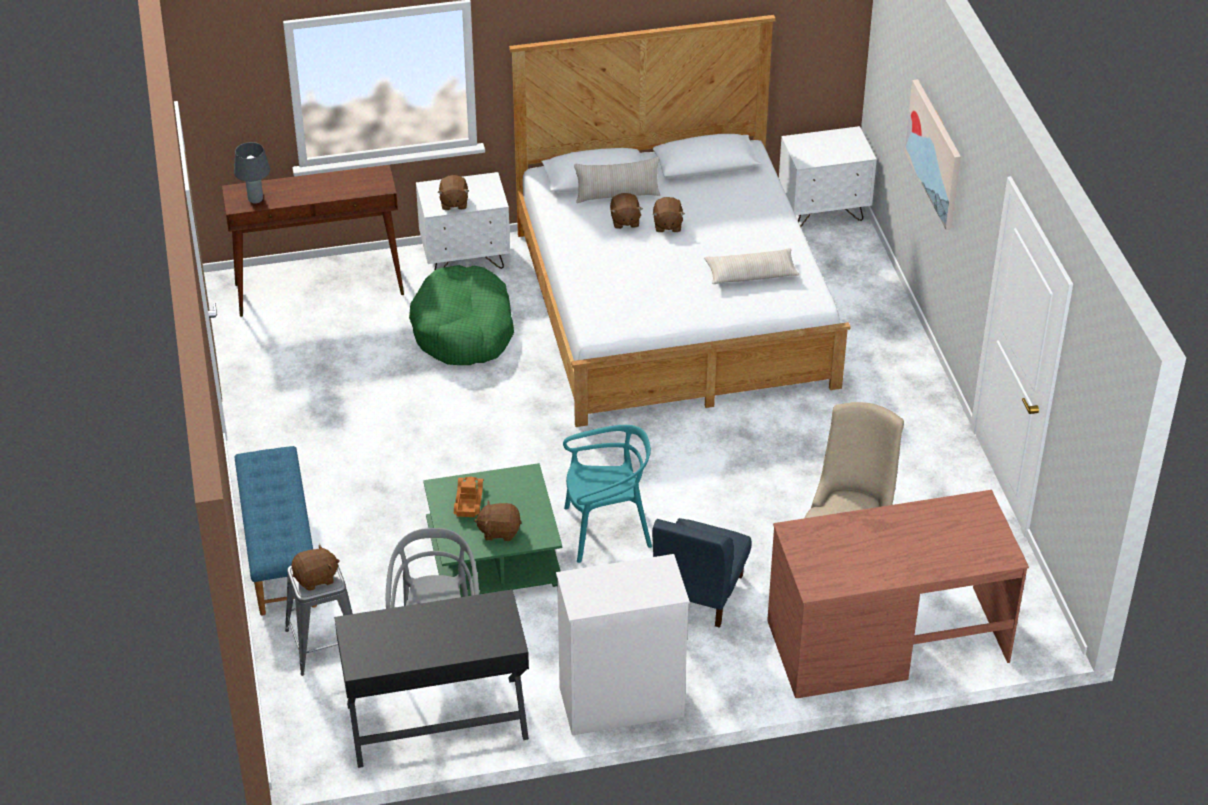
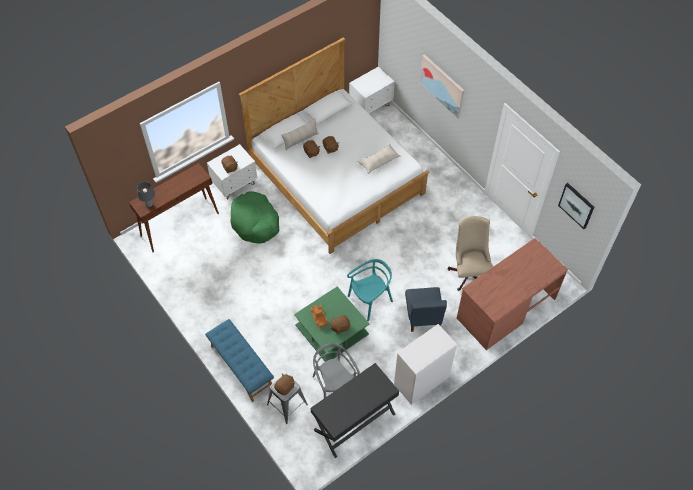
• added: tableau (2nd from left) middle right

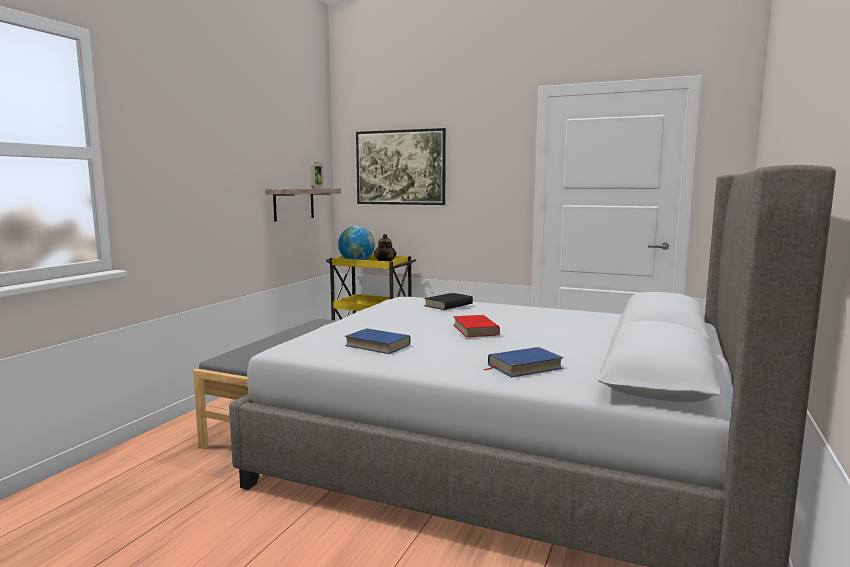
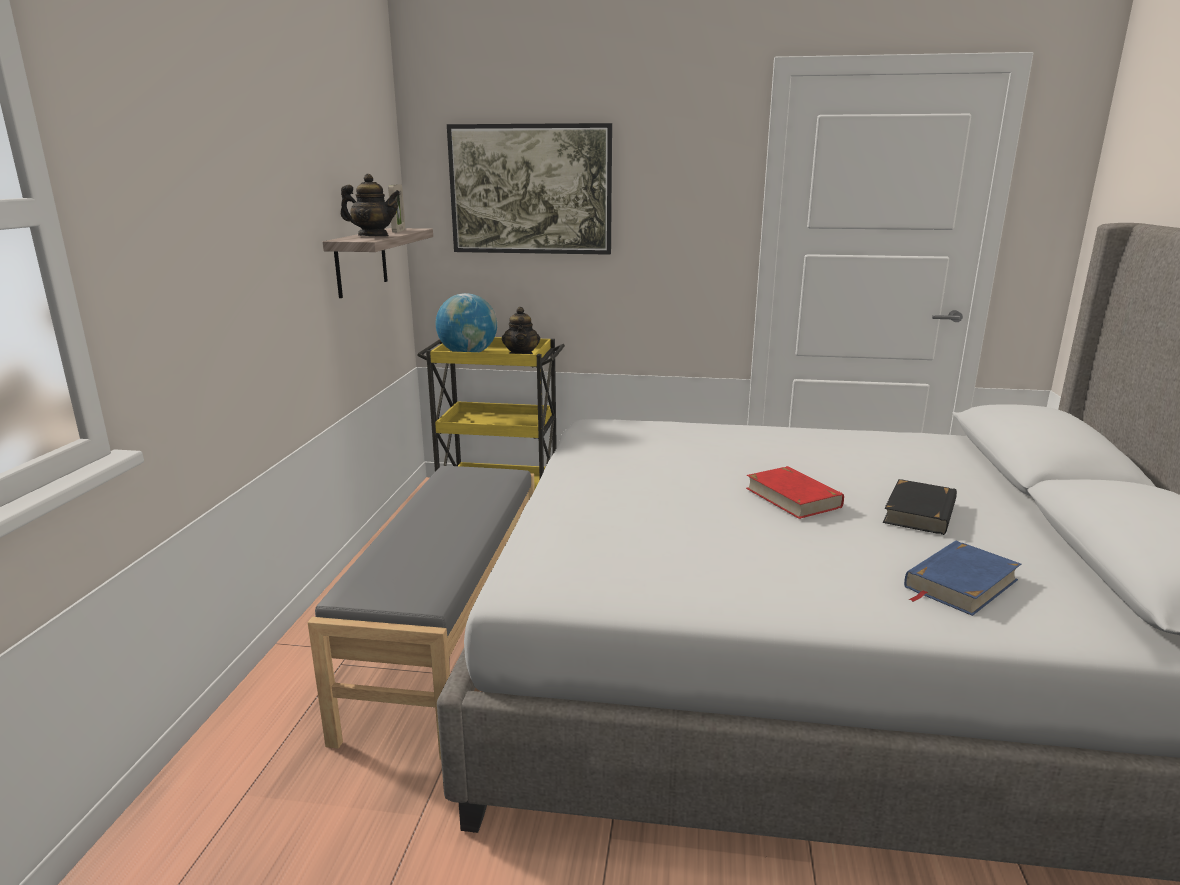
• moved: livre [noir] centre to middle right
• removed: livre [bleu] (1st from left) centre
• added: théière (1st from left) top left

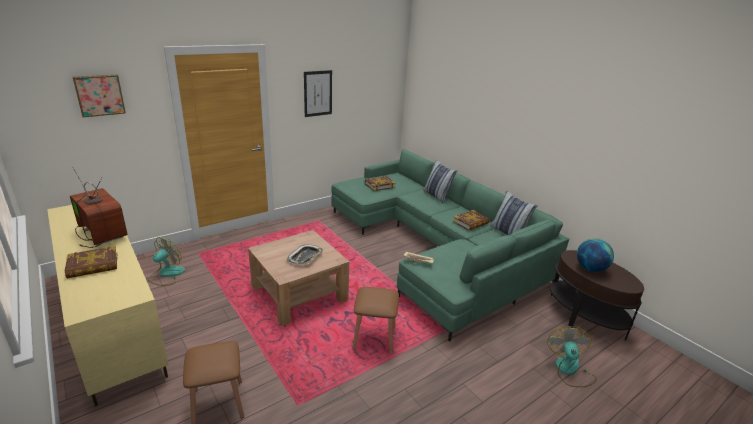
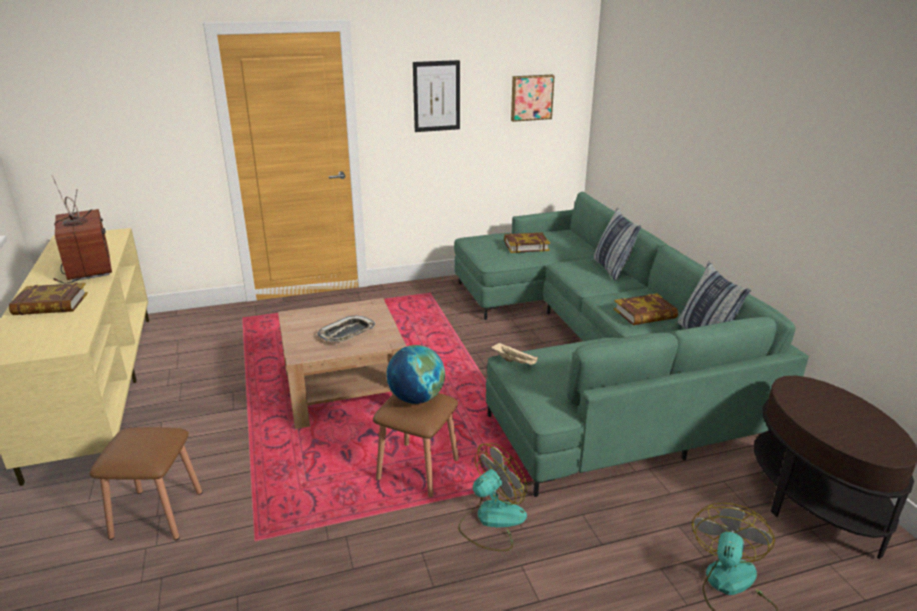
• moved: tableau (1st from left in the first image) top left to tableau (2nd from left) top centre
• moved: ventilateur (1st from left) middle left to bottom centre
• moved: globe middle right to centre

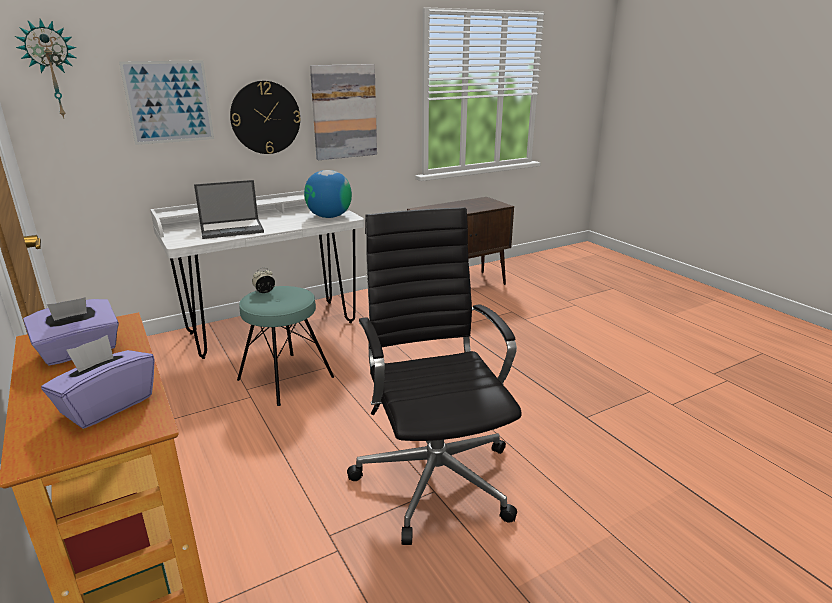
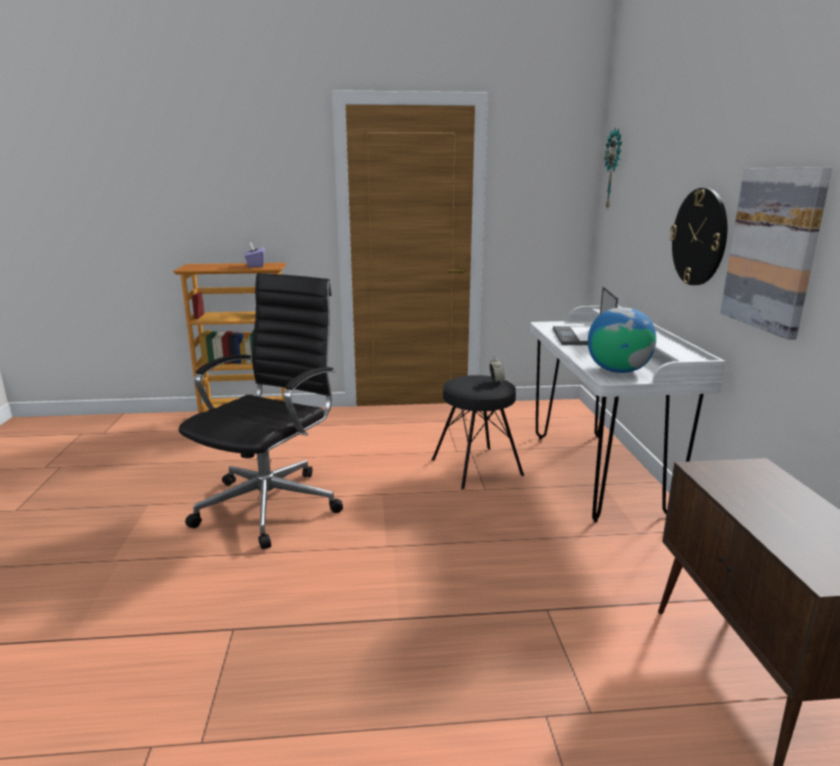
• removed: tableau (1st from left) top left
• turned: chaise de bureau [noir] centre = middle left 75 degrees counterclockwise
• recoloured: tabouret [turquoise] centre to tabouret [noir] centre
• removed: boîte à mouchoirs [violet] (2nd from left) middle left

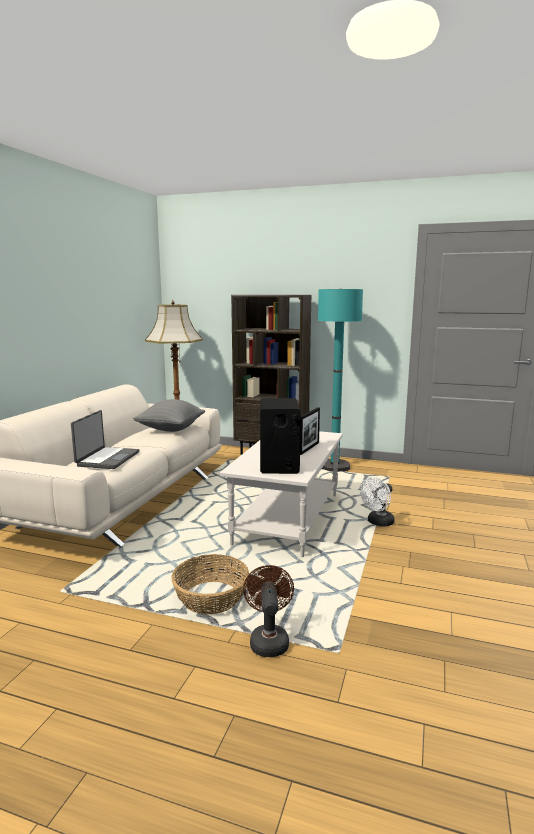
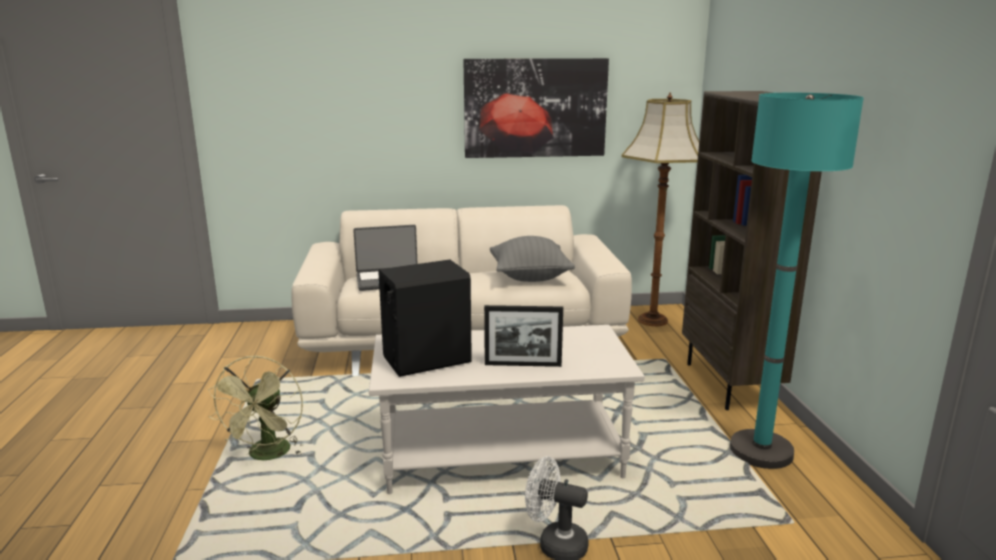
• replaced: panier bottom centre to ventilateur [vert] bottom left
• removed: ventilateur [marron] bottom centre
• added: tableau top centre

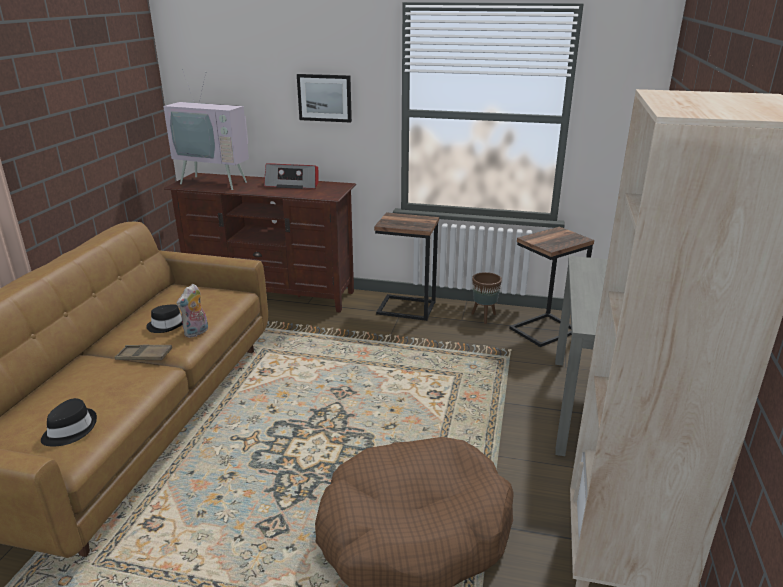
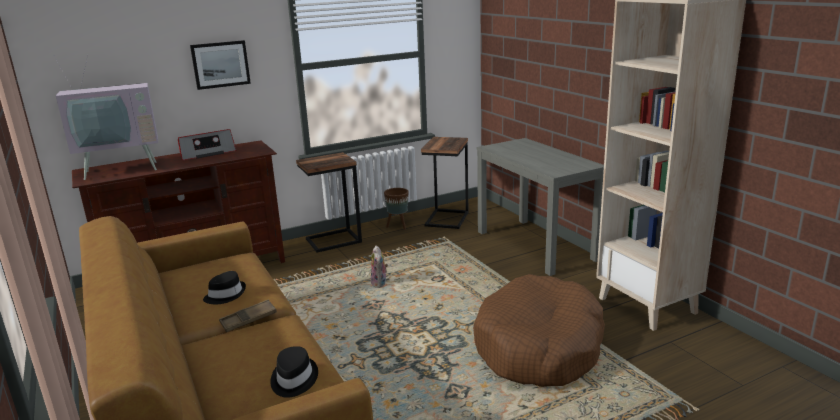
• moved: peluche middle left to centre

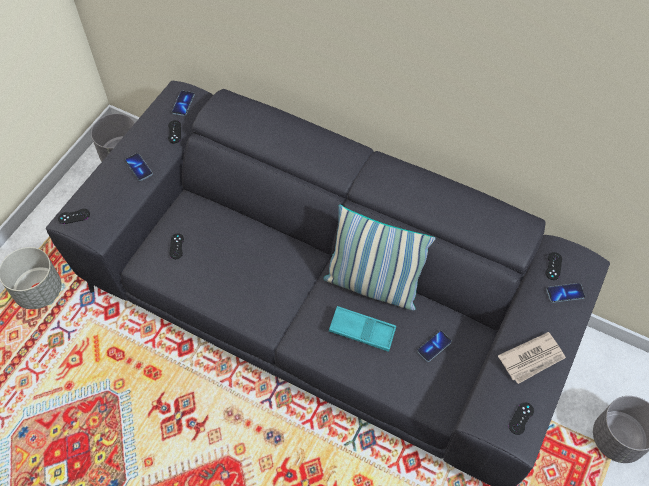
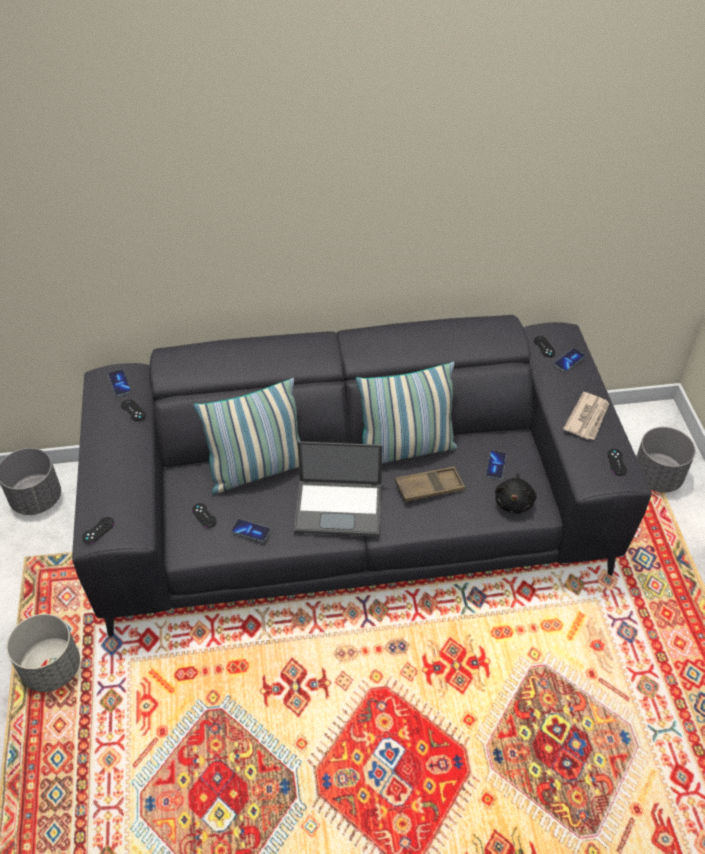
• moved: téléphone (1st from left in the first image) middle left to téléphone (2nd from left) centre
• recoloured: plateau [turquoise] bottom centre to plateau [marron] centre
• added: coussin (1st from left) centre
• added: ordinateur portable centre
• added: peluche [noir] middle right

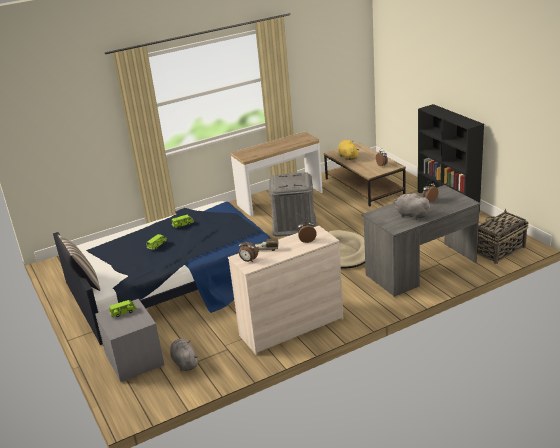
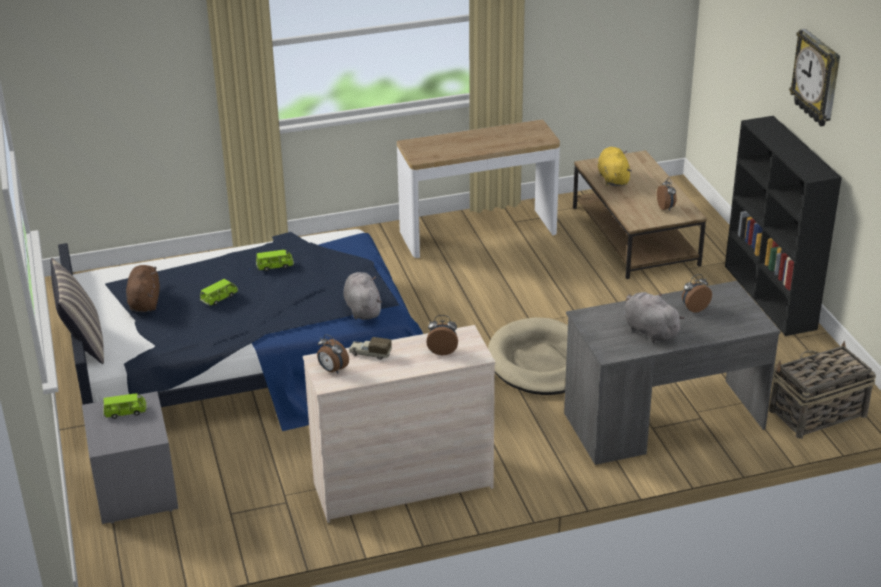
• removed: boîte de rangement [gris] centre
• moved: peluche [gris] (1st from left) bottom left to centre
• added: horloge murale top right
• added: peluche [marron] middle left

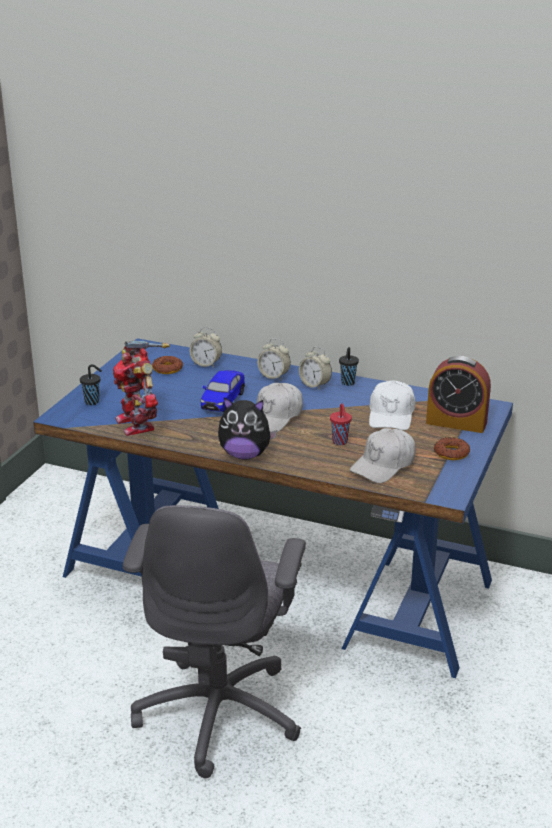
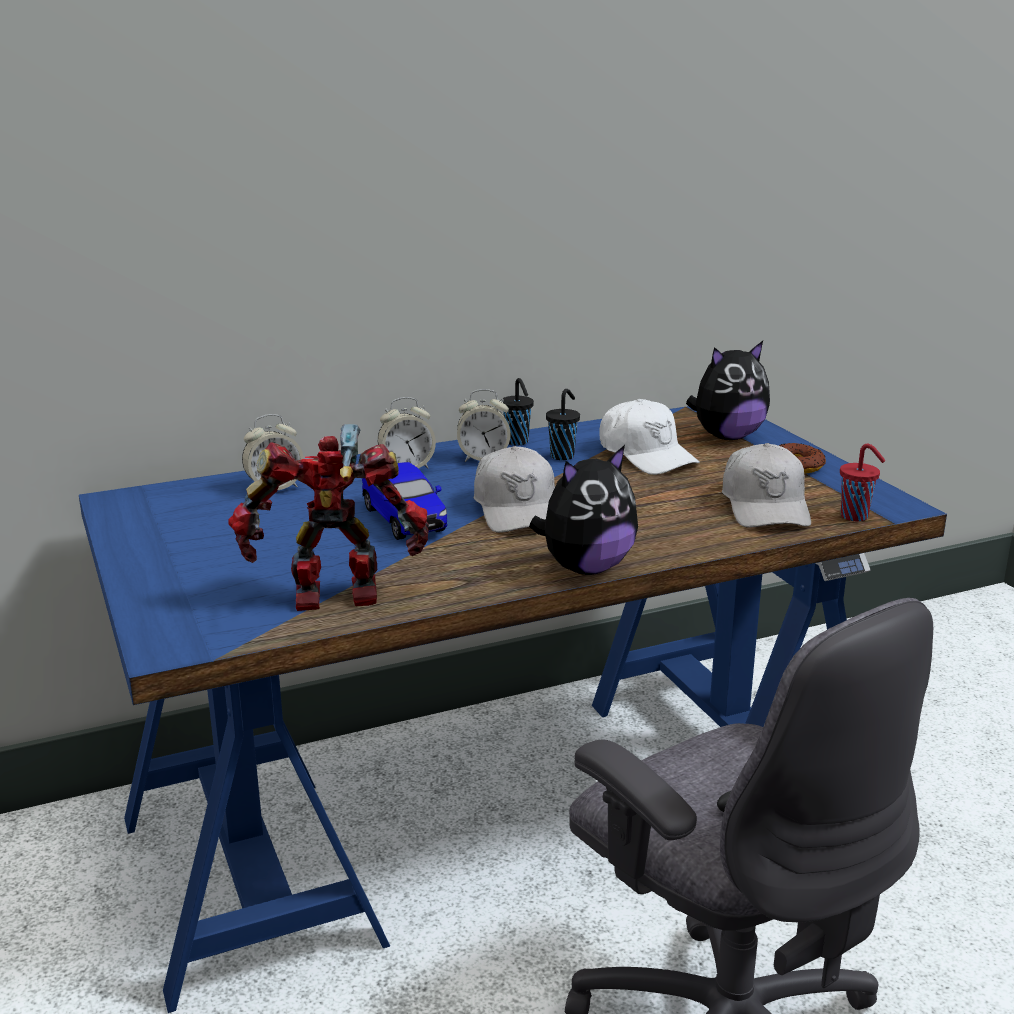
• turned: robot jouet middle left = middle left 150 degrees clockwise
• removed: beignet (1st from left) middle left
• replaced: réveil (4th from left) middle right to peluche (2nd from left) middle right
• moved: tasse [noir] (1st from left in the first image) middle left to tasse [noir] (2nd from left) centre
• moved: tasse [rouge] centre to middle right

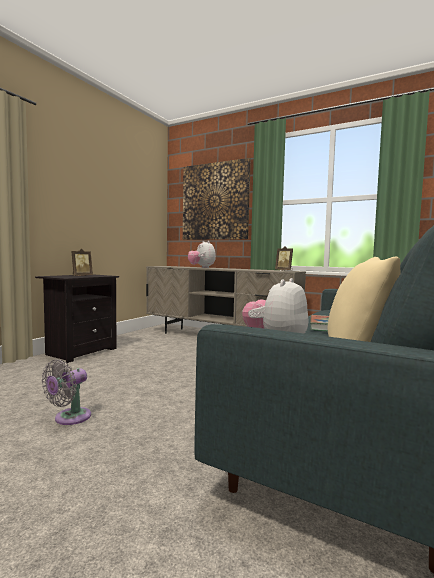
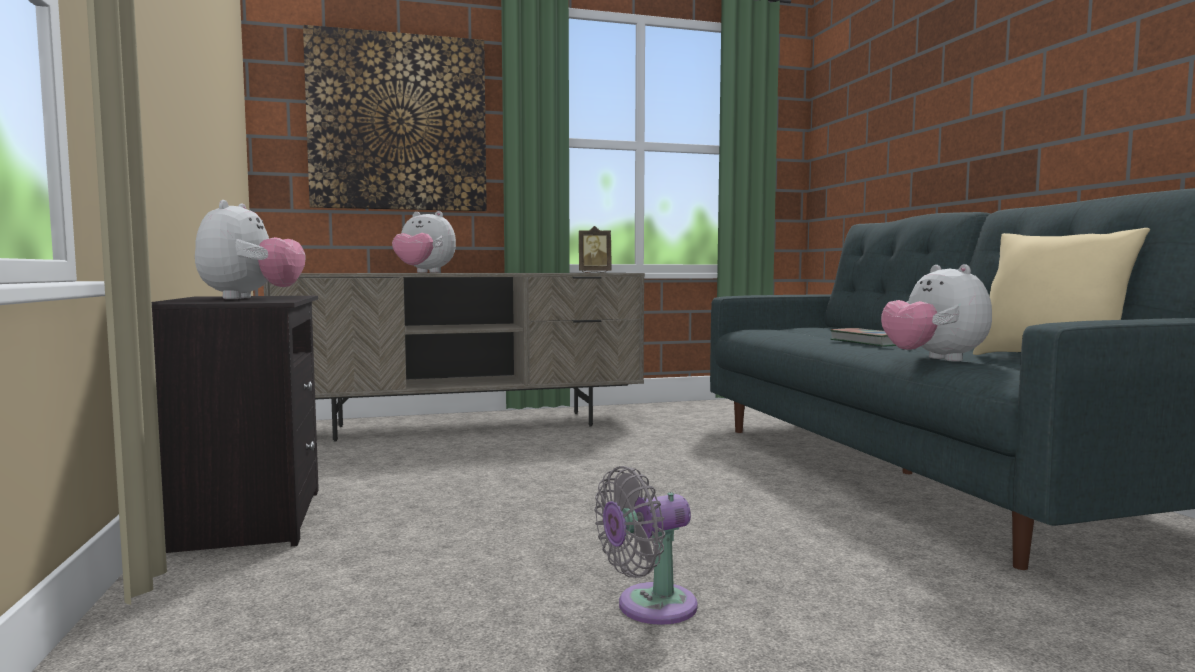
• replaced: cadre photo (1st from left) middle left to peluche (1st from left) middle left
• turned: ventilateur [gris] bottom left = bottom centre 75 degrees clockwise

